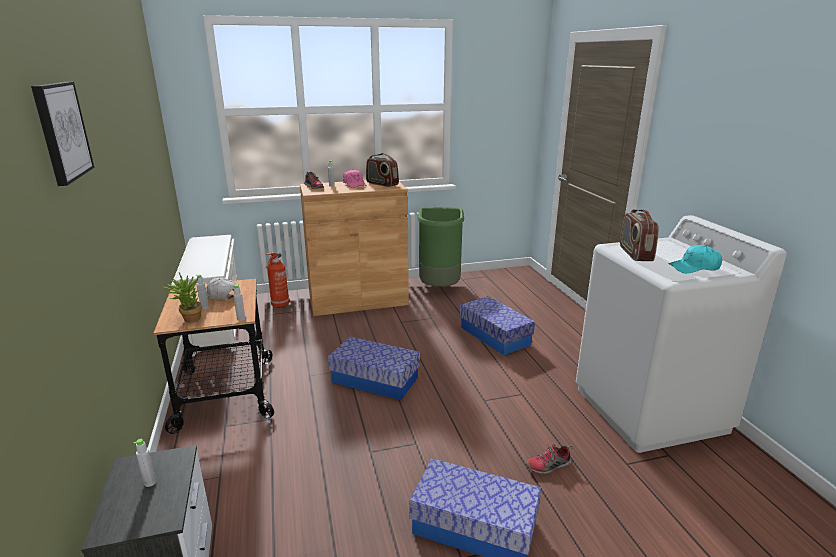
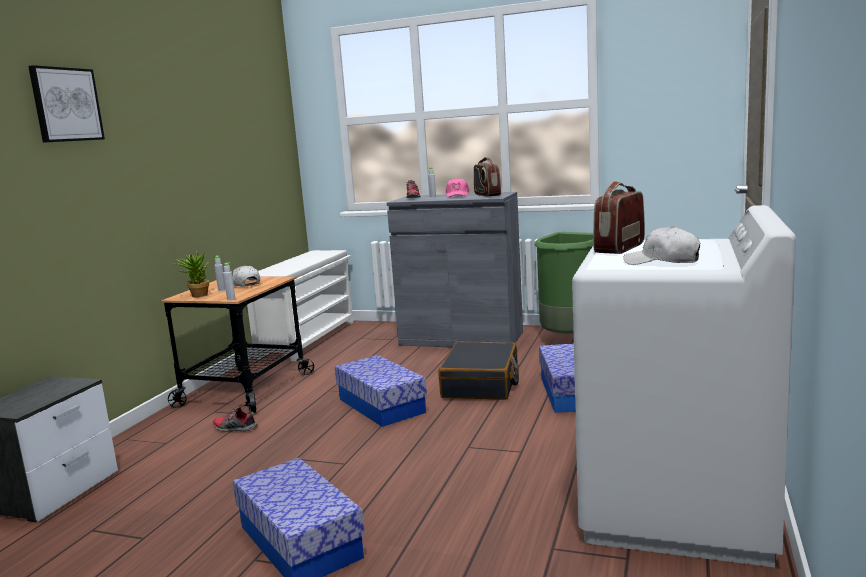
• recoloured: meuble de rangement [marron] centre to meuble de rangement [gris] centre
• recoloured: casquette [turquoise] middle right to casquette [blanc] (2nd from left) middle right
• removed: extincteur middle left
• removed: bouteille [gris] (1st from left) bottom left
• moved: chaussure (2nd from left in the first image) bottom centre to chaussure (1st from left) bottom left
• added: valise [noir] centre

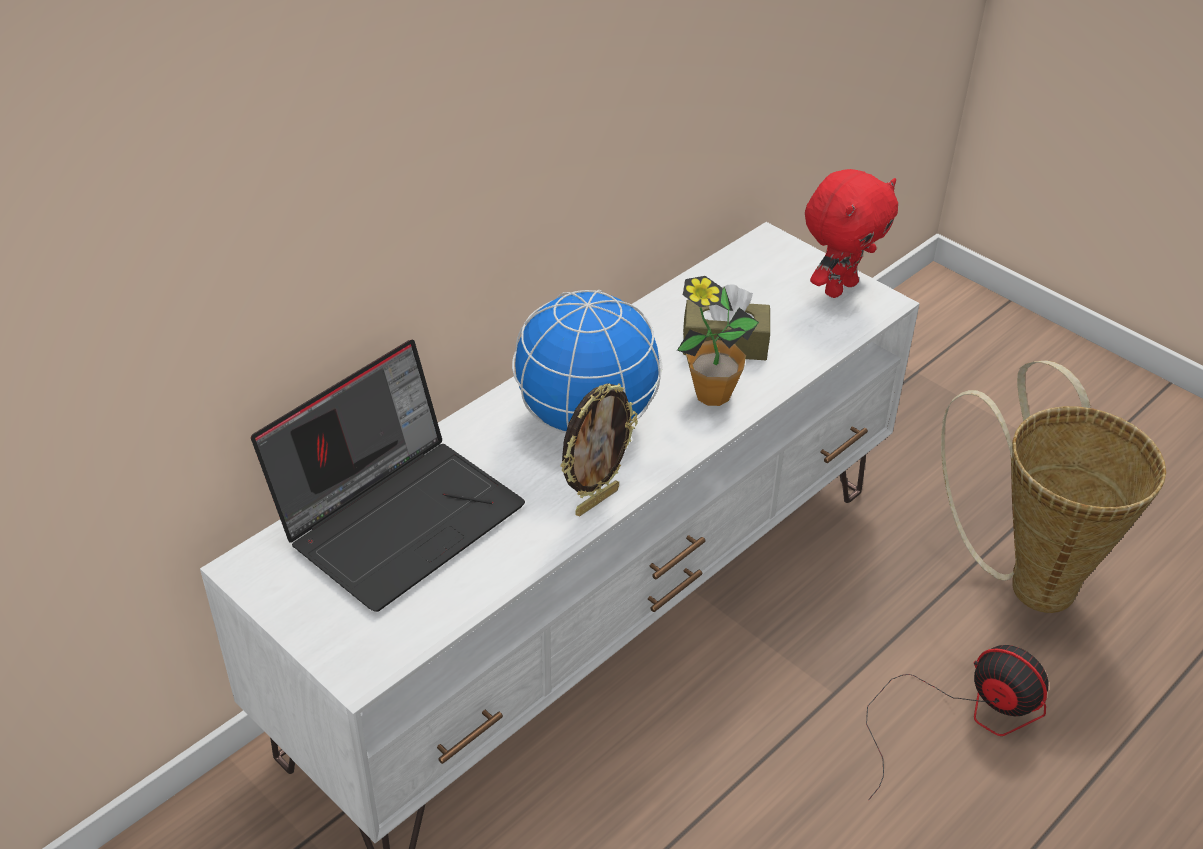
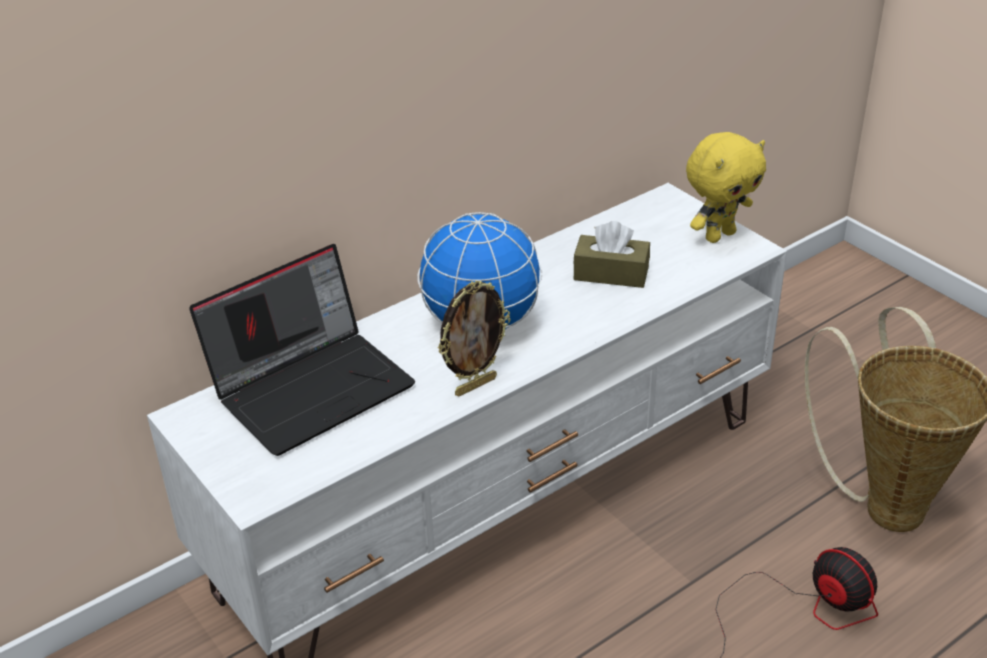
• recoloured: peluche [rouge] top right to peluche [jaune] top right
• removed: plante en pot centre

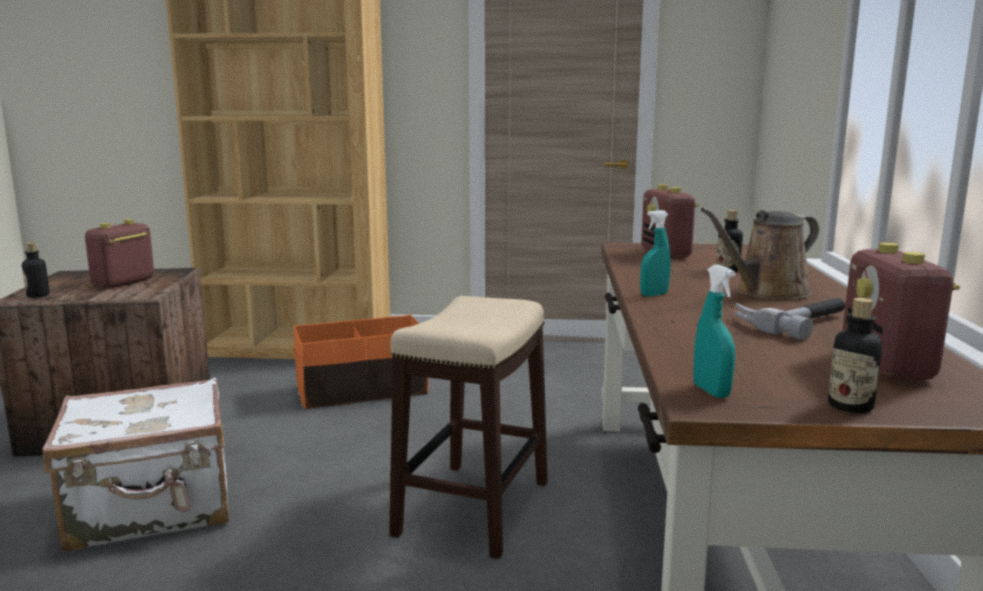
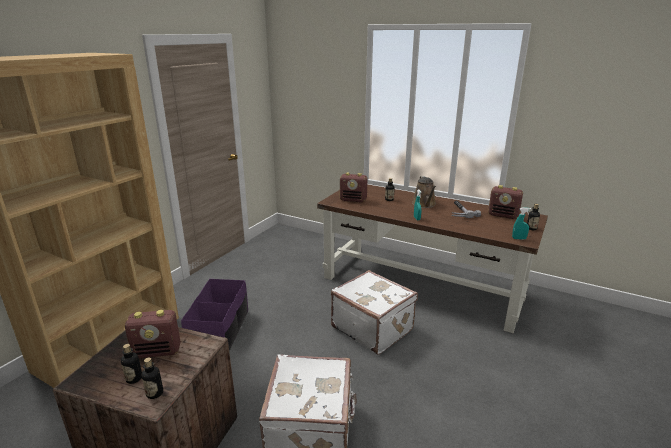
• turned: radio (1st from left) middle left = bottom left 60 degrees counterclockwise
• replaced: tabouret bottom centre to valise [blanc] (2nd from left) bottom centre
• recoloured: boîte de rangement [orange] centre to boîte de rangement [violet] bottom left
• added: bouteille (1st from left) bottom left

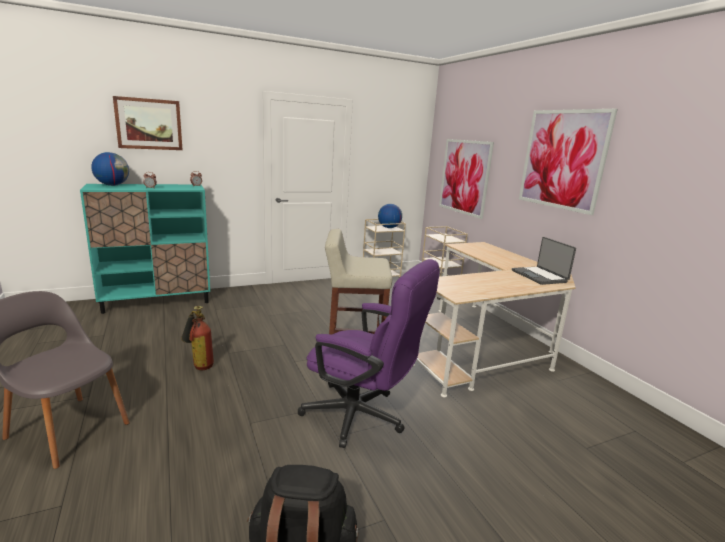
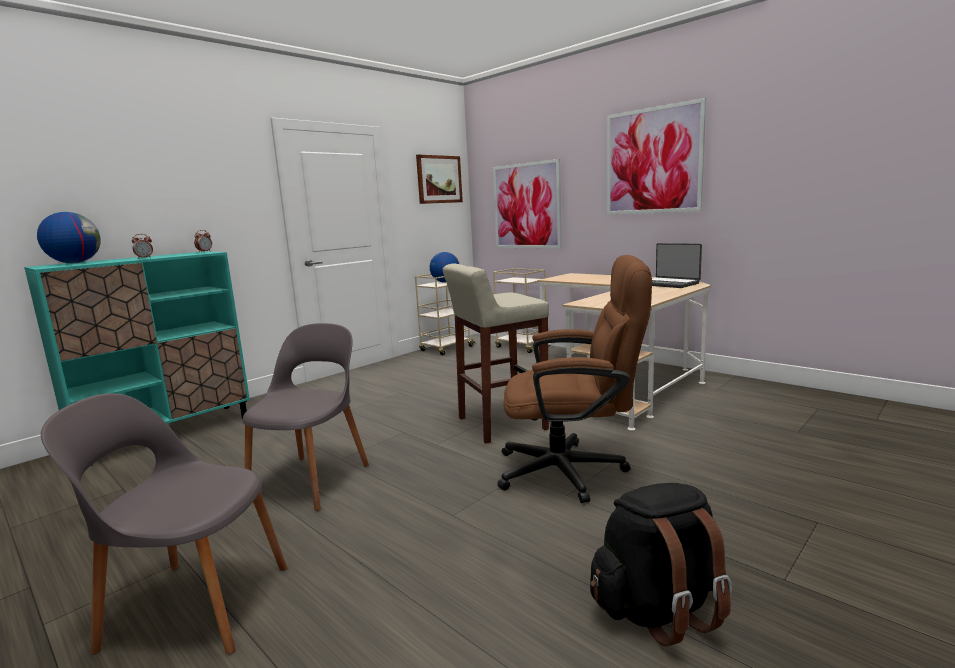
• moved: tableau (1st from left) top left to top centre
• recoloured: chaise de bureau [violet] centre to chaise de bureau [marron] centre
• replaced: extincteur middle left to chaise [gris] (2nd from left) middle left

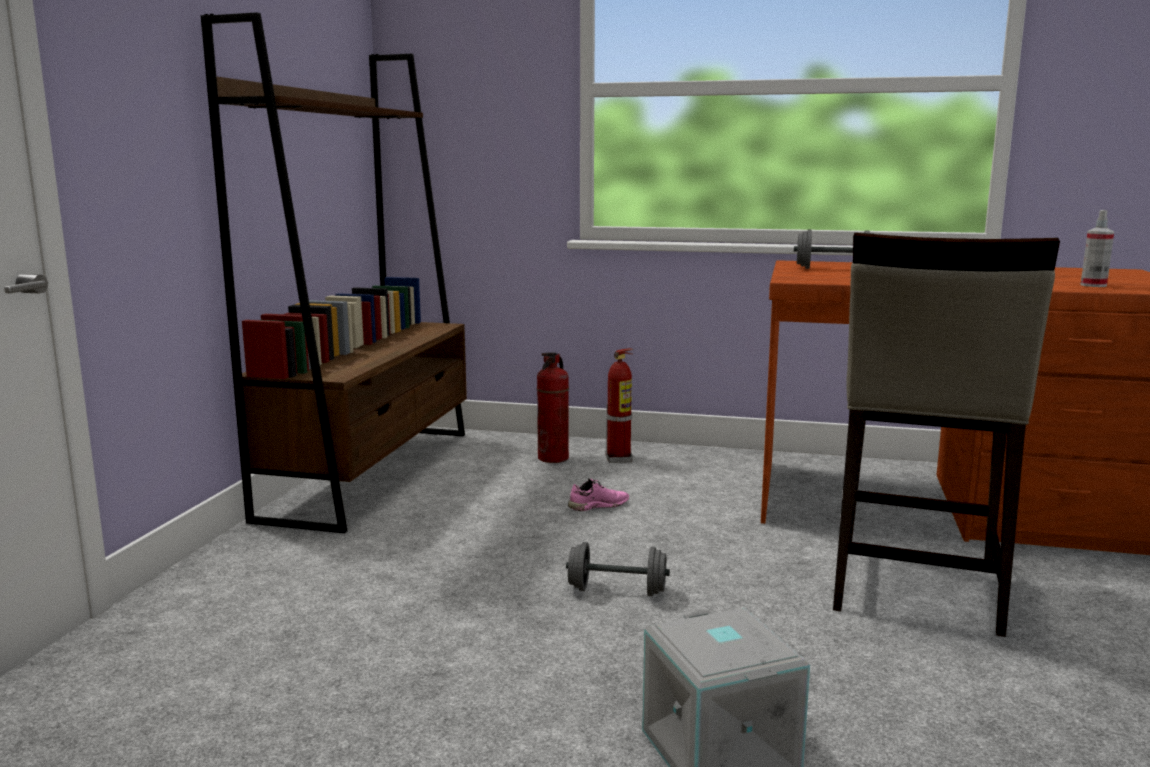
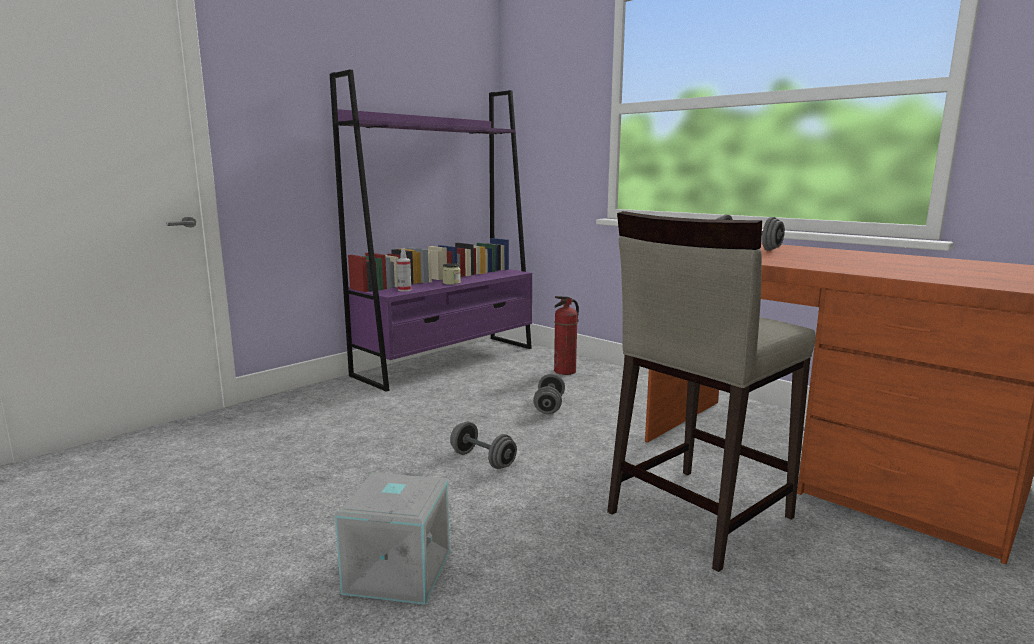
• recoloured: bibliothèque [marron] middle left to bibliothèque [violet] centre
• moved: vaporisateur top right to centre
• removed: extincteur (2nd from left) centre
• replaced: chaussure [rose] centre to haltère [gris] (2nd from left) centre
• added: bocal centre

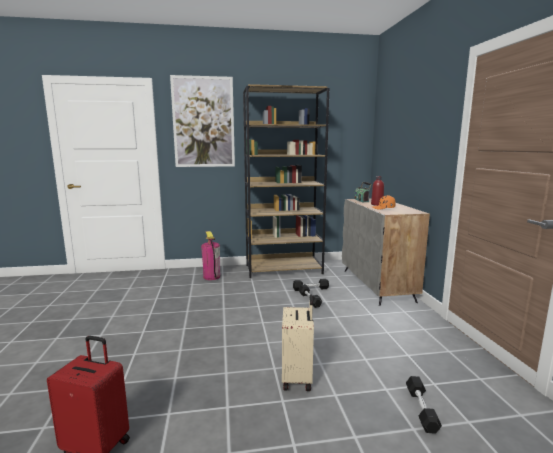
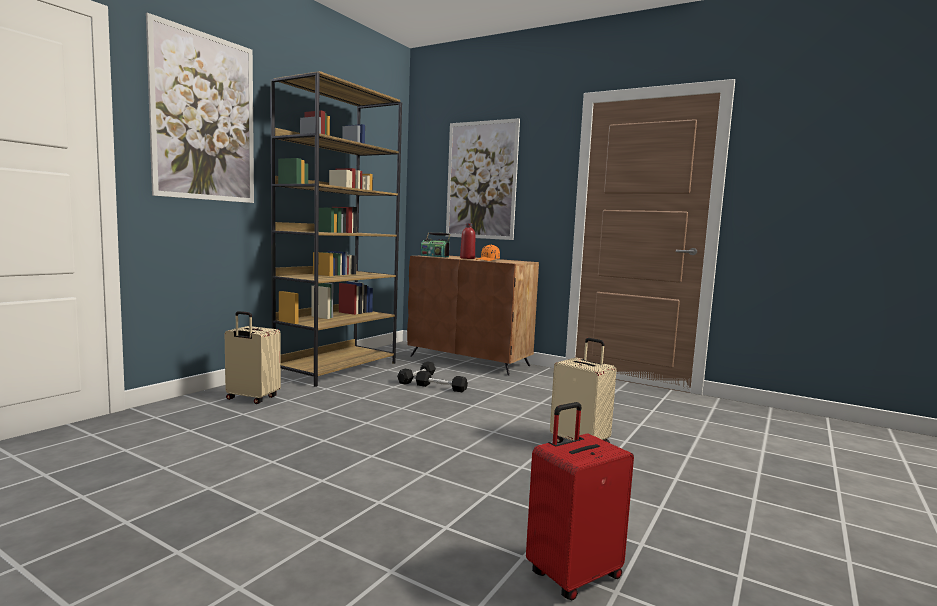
• recoloured: meuble de rangement [gris] middle right to meuble de rangement [marron] centre
• replaced: extincteur centre to valise [beige] (1st from left) middle left
• removed: haltère [noir] (3rd from left) bottom right
• added: tableau (2nd from left) top centre

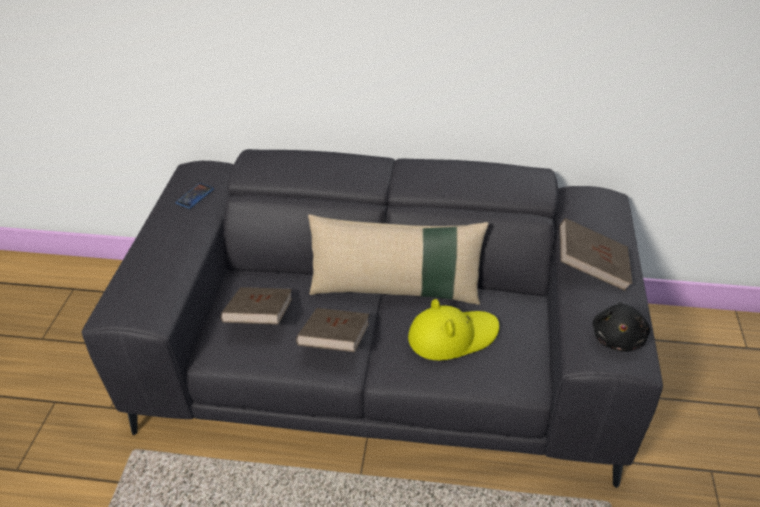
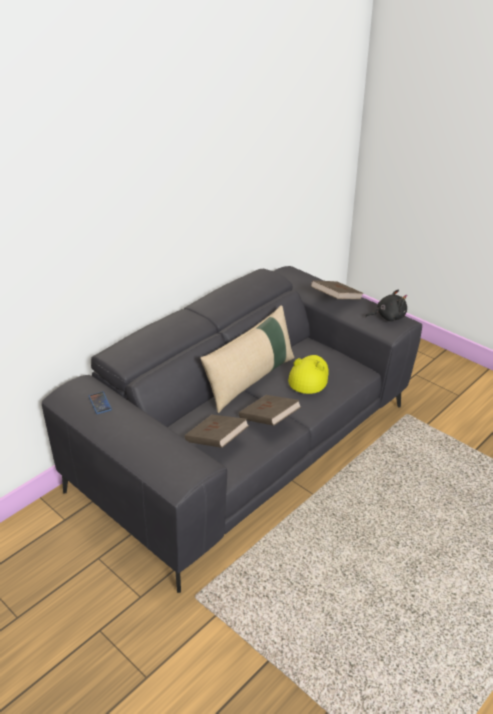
• turned: peluche [noir] middle right = middle right 60 degrees counterclockwise

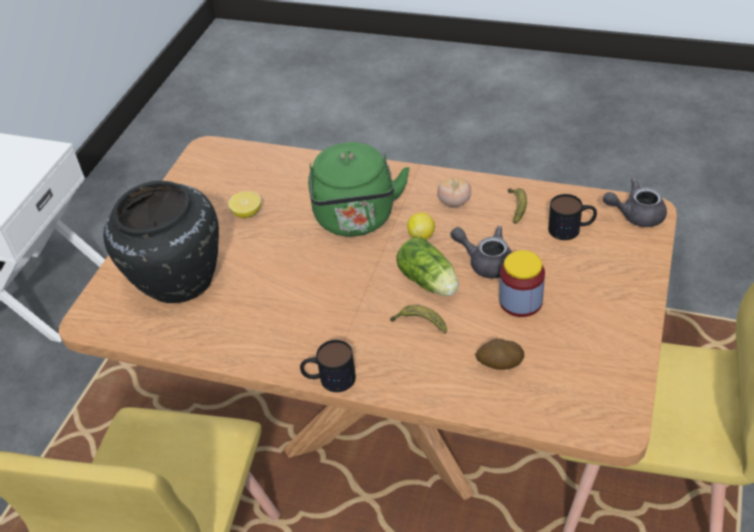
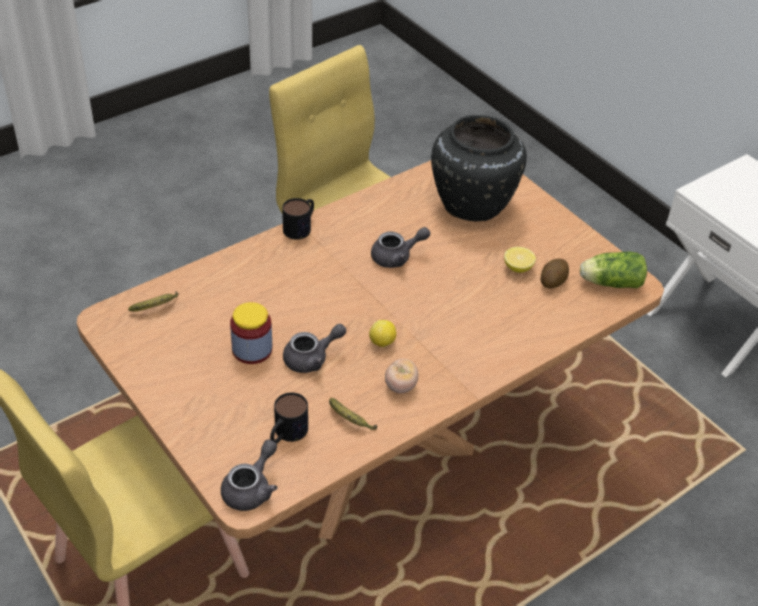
• removed: bouilloire [vert] centre
• moved: laitue centre to middle right
• moved: banane (1st from left) centre to middle left
• moved: pomme de terre centre to middle right
• added: théière [gris] (3rd from left) centre

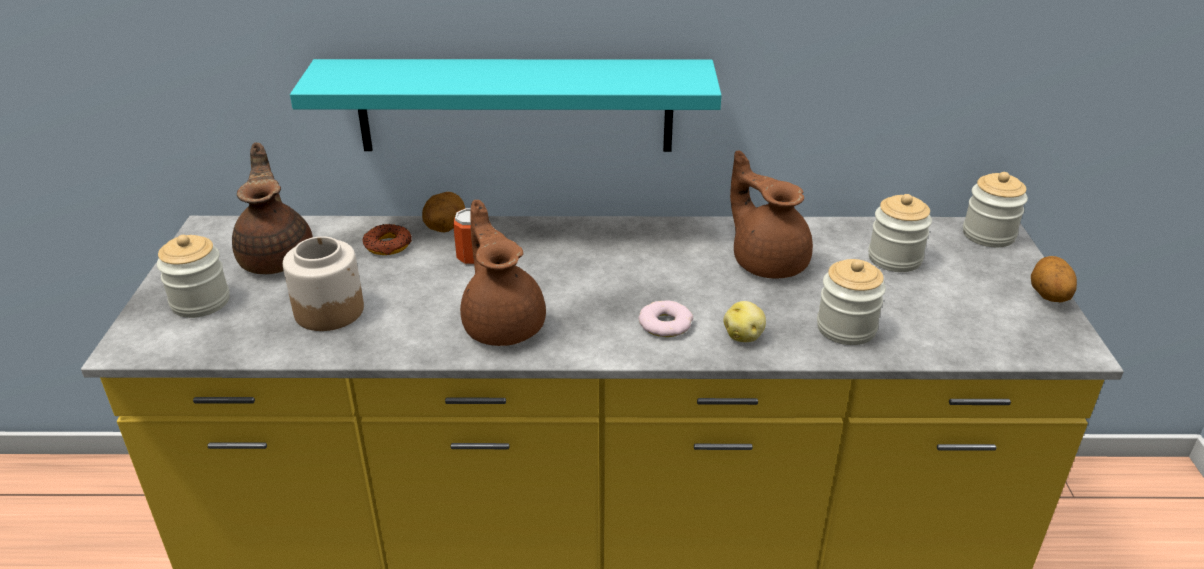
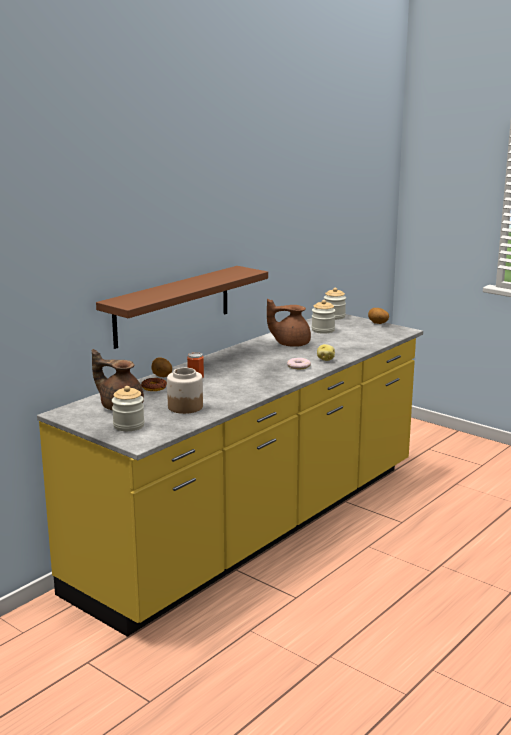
• recoloured: étagère [turquoise] top centre to étagère [marron] centre
• removed: théière [marron] (2nd from left) centre
• removed: bocal (3rd from left) middle right

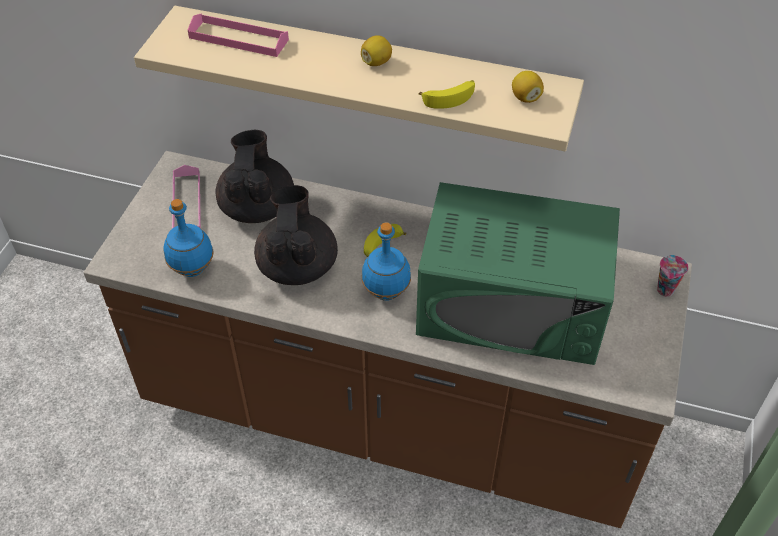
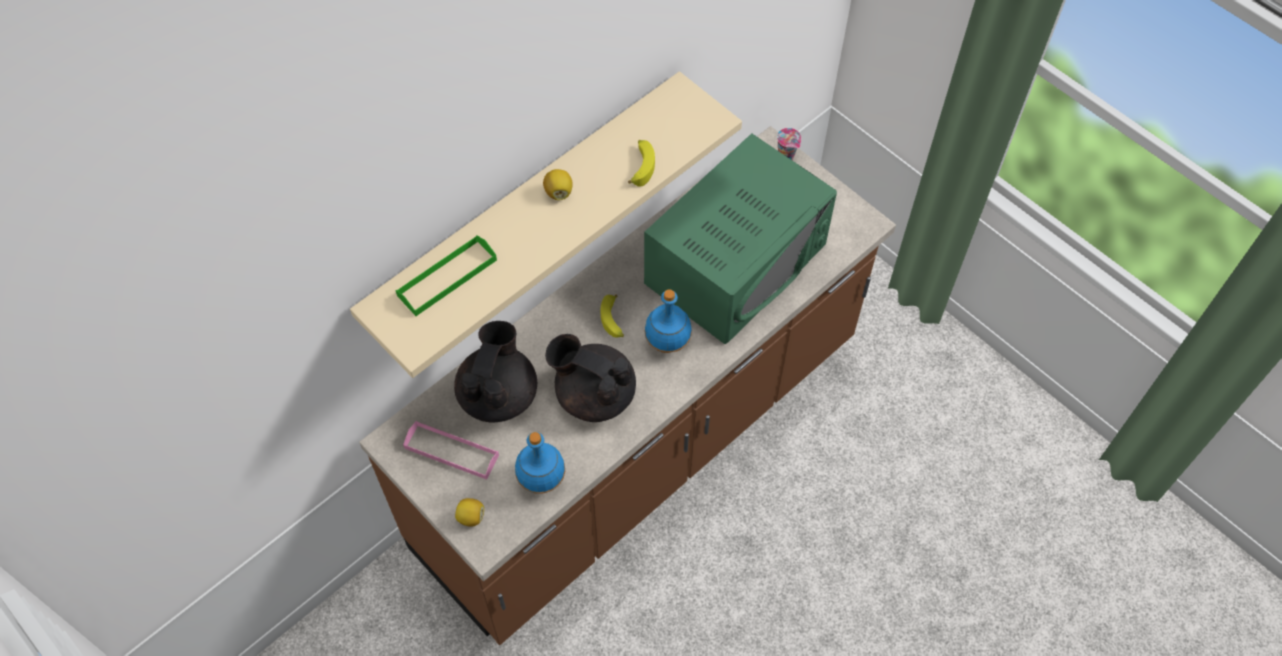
• recoloured: plateau [rose] (2nd from left) top left to plateau [vert] centre
• moved: citron (2nd from left in the first image) top right to citron (1st from left) bottom centre
• turned: théière [noir] (1st from left) top left = centre 75 degrees clockwise

